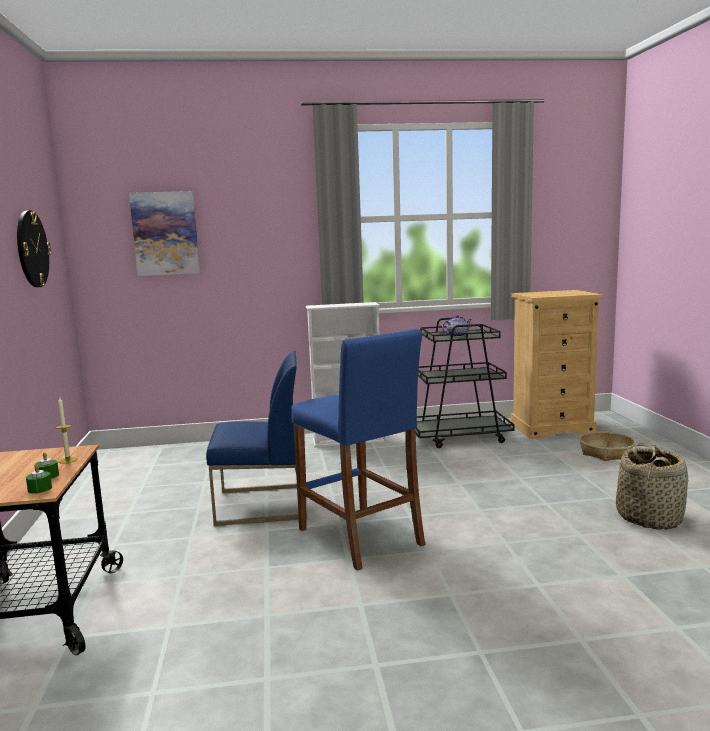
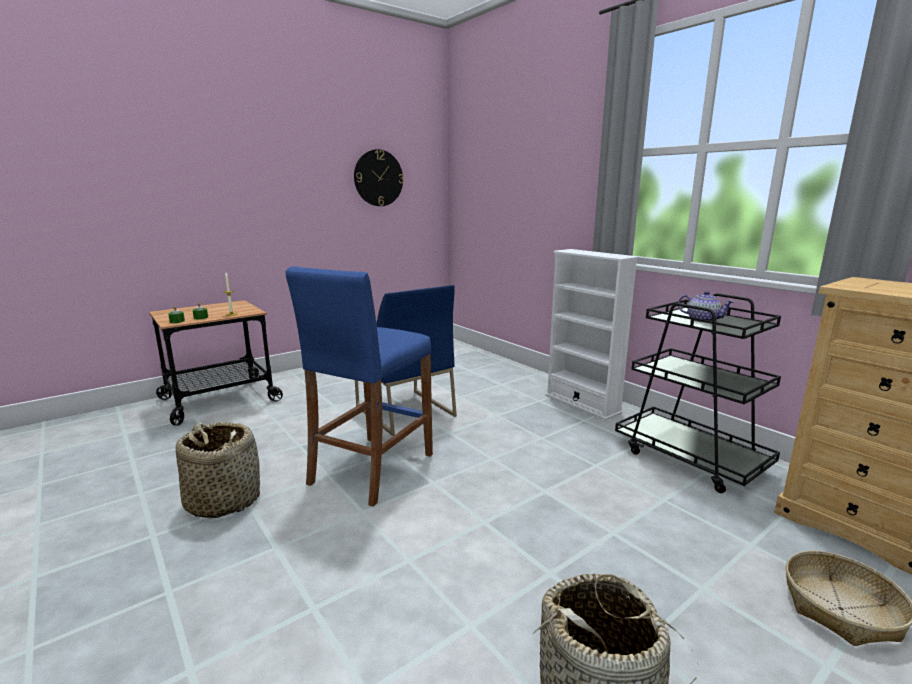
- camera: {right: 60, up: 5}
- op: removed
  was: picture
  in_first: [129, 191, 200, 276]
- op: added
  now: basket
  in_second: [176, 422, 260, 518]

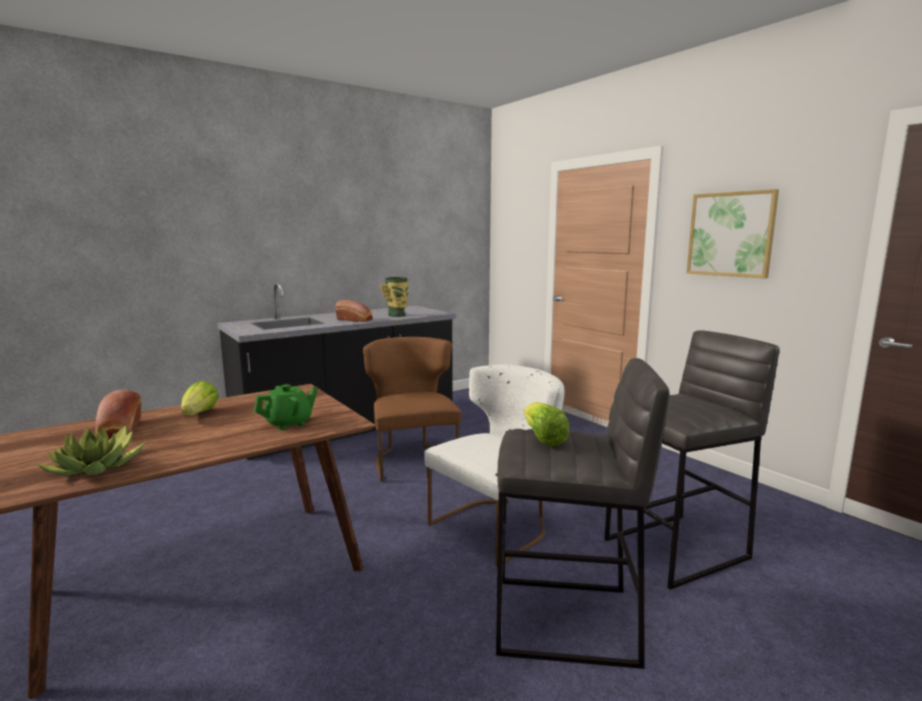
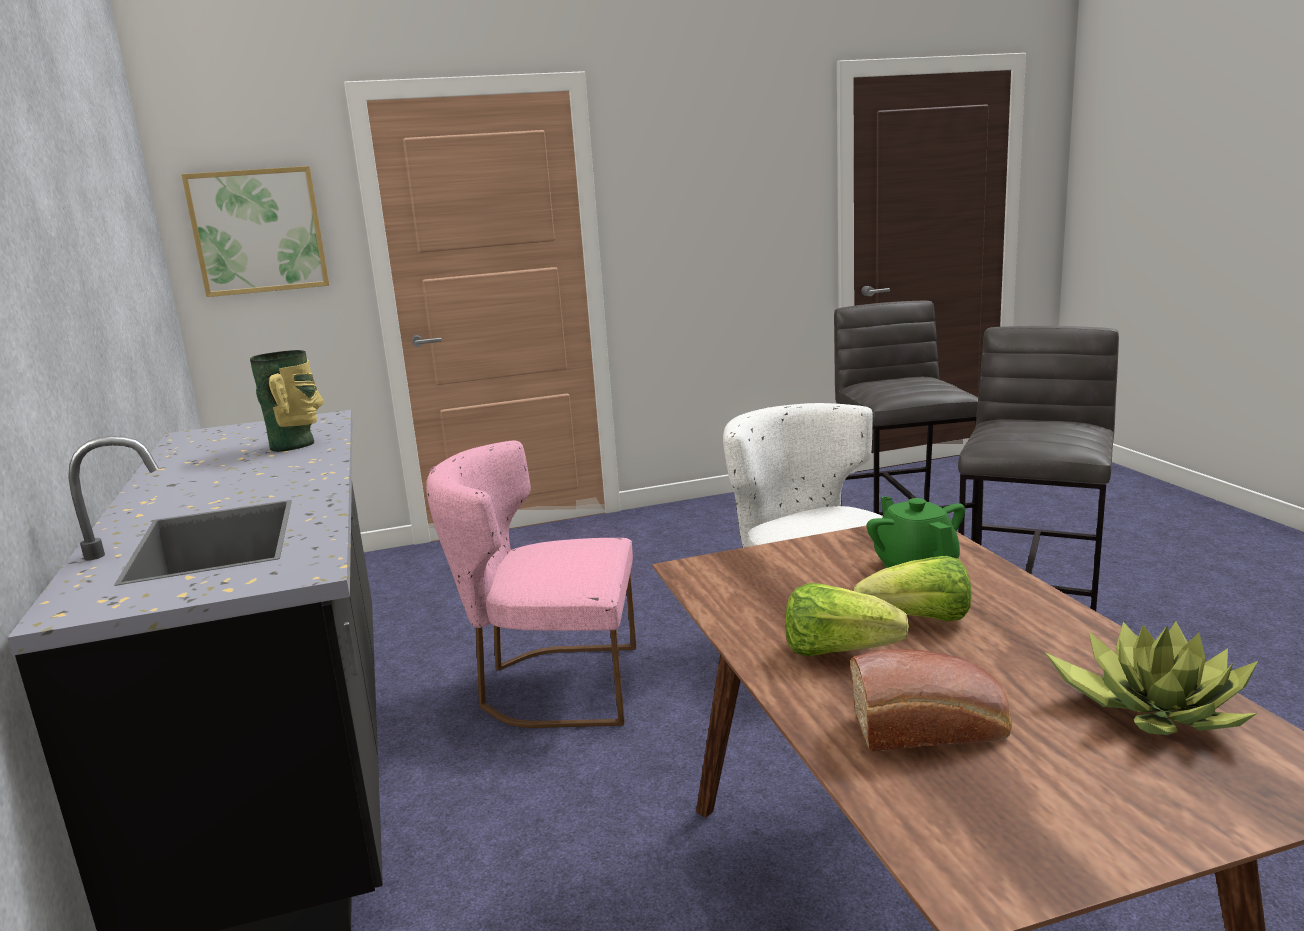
- camera: {right: -70, up: 5}
- op: moved
  was: picture
  in_first: [687, 189, 779, 278]
  in_second: [181, 166, 329, 297]
- op: removed
  was: bakery_bread
  in_first: [335, 300, 373, 322]
- op: recoloured
  was: brownish_chair
  now: pinkish_chair
  in_first: [363, 337, 462, 482]
  in_second: [426, 441, 637, 728]
- op: moved
  was: head_of_lettuce
  in_first: [524, 402, 569, 446]
  in_second: [854, 556, 971, 621]

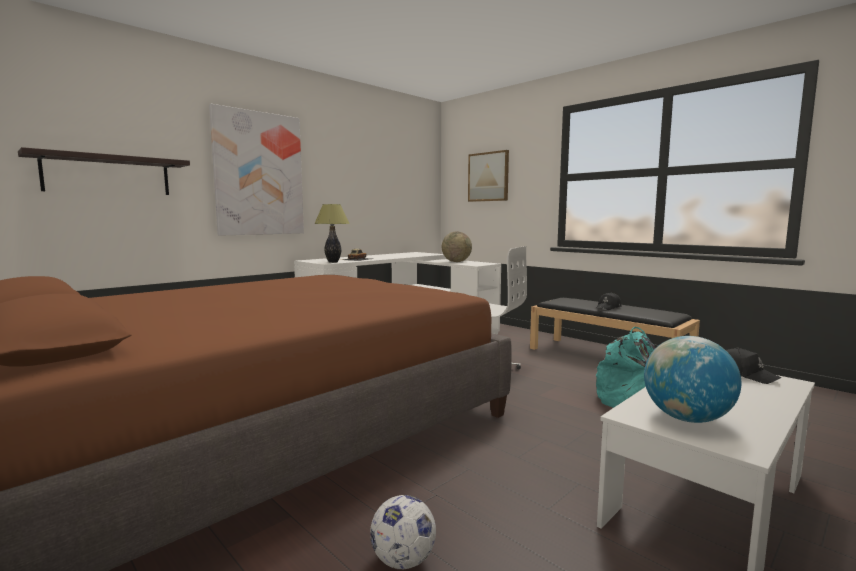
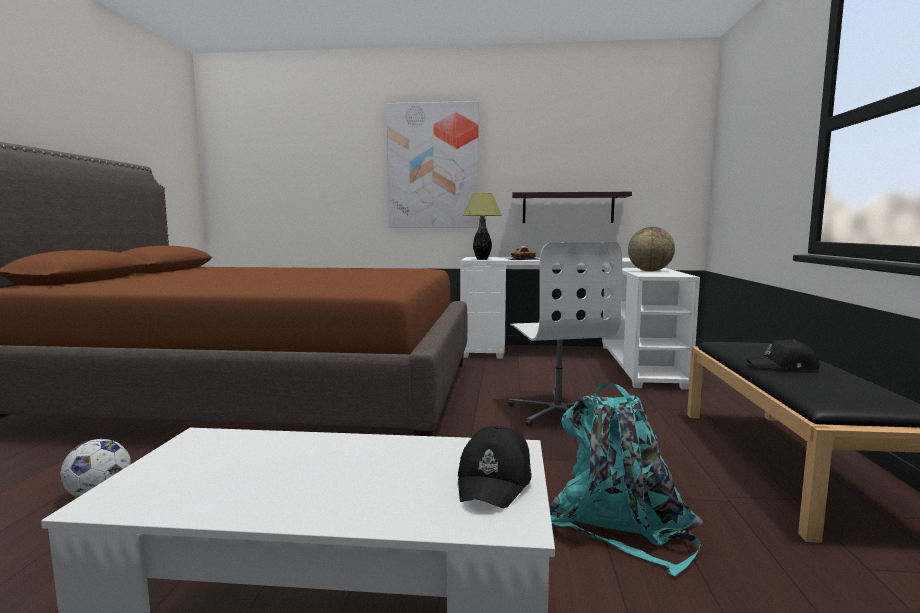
- camera: {right: 50, up: 0}
- op: moved
  was: bracket_shelf
  in_first: [18, 147, 190, 195]
  in_second: [512, 192, 632, 223]
- op: removed
  was: picture
  in_first: [468, 150, 509, 202]
- op: removed
  was: globe
  in_first: [644, 336, 741, 423]

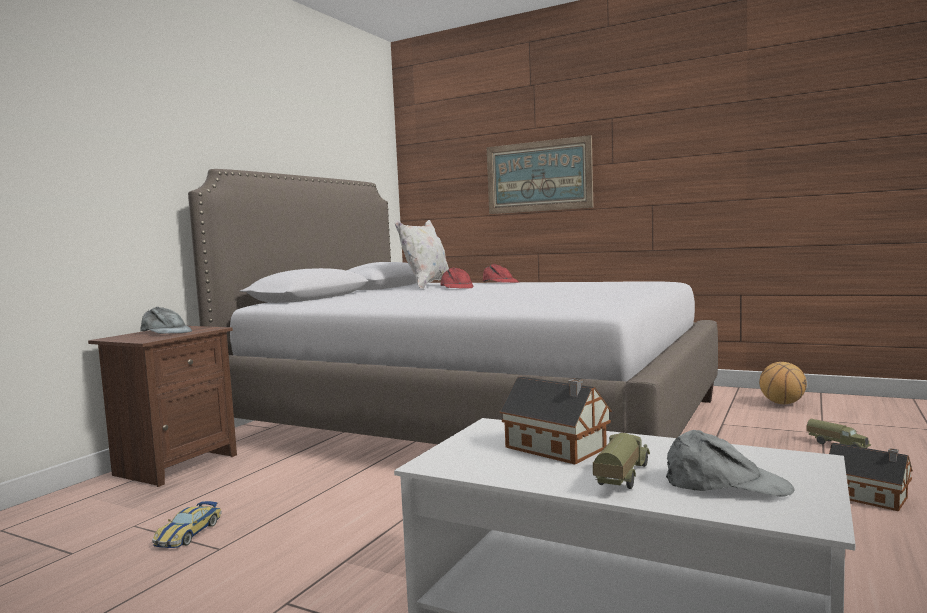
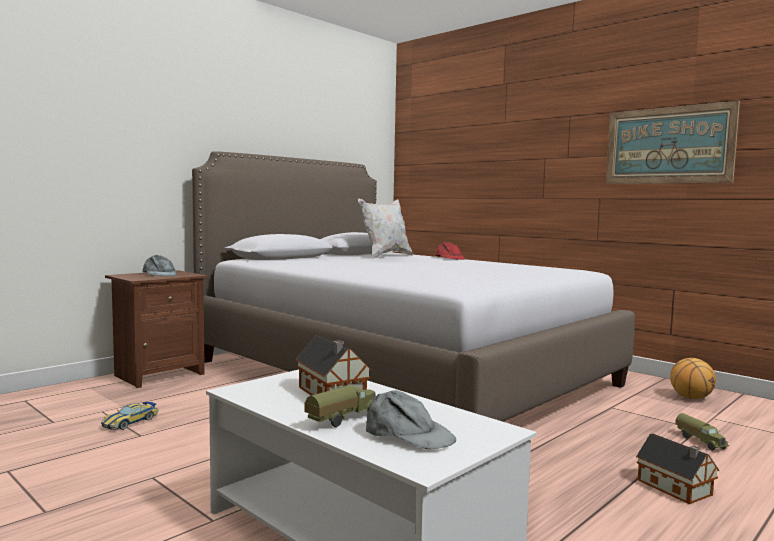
- camera: {right: 15, up: 0}
- op: moved
  was: picture
  in_first: [487, 135, 593, 214]
  in_second: [606, 101, 740, 184]
- op: removed
  was: reddish_cap
  in_first: [440, 267, 473, 289]

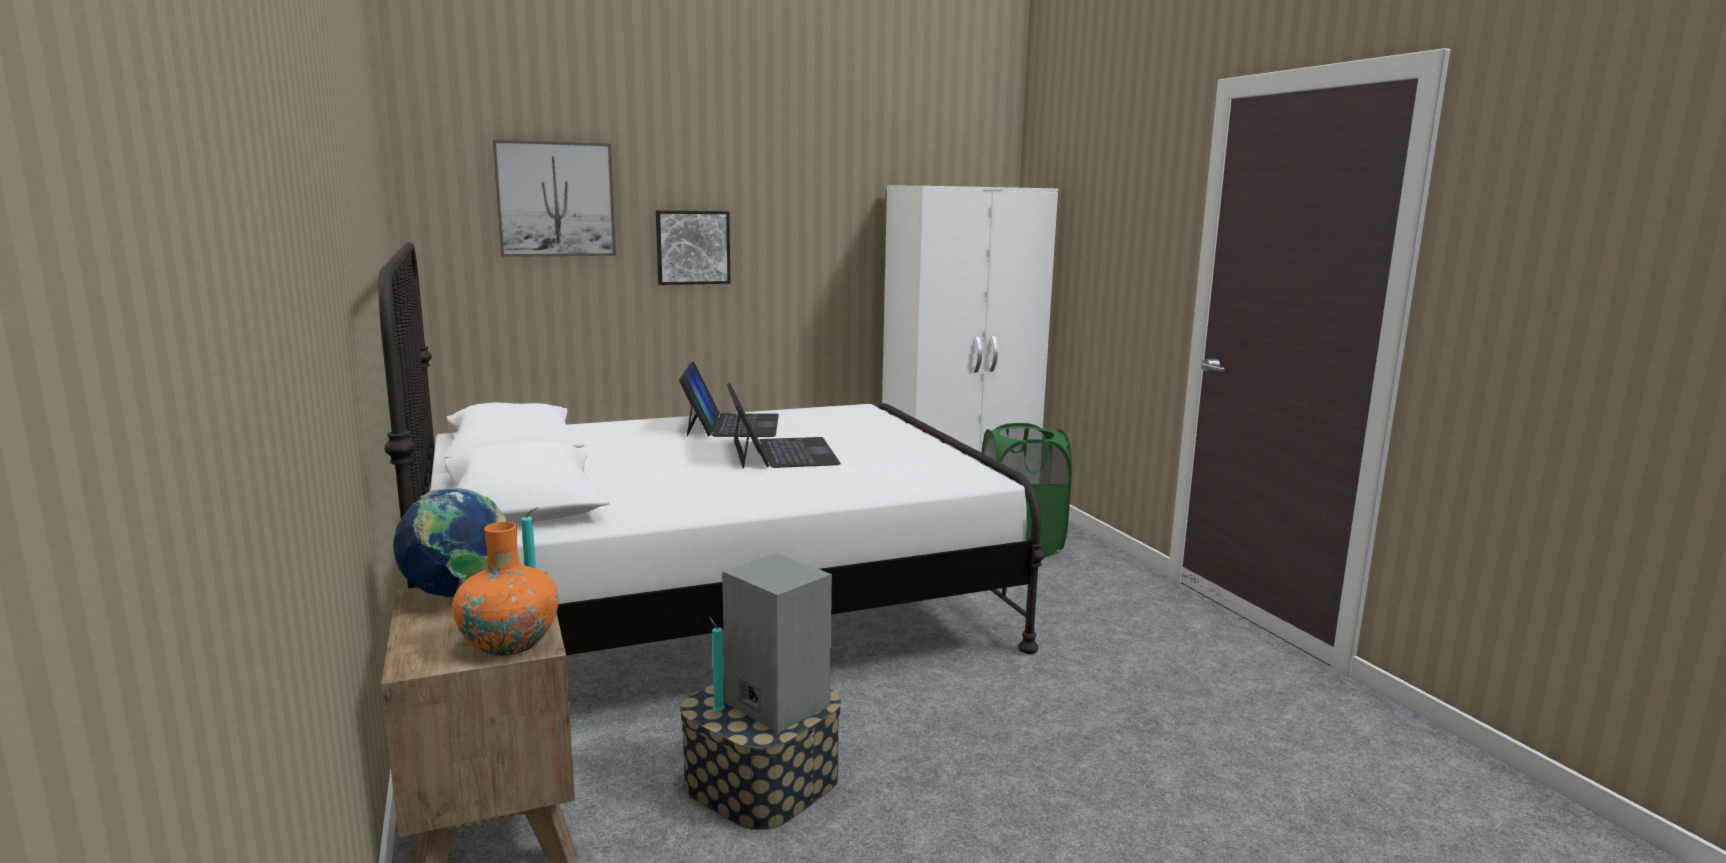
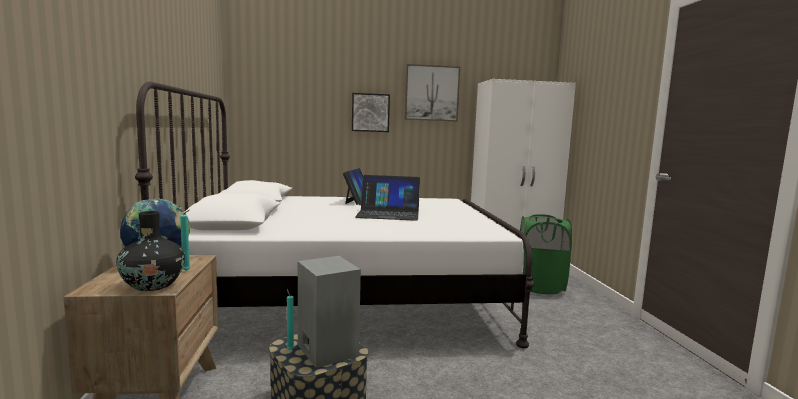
- camera: {right: 15, up: -5}
- op: moved
  was: picture
  in_first: [493, 140, 616, 257]
  in_second: [405, 64, 460, 121]
- op: turned
  was: notebook_computer
  in_first: [727, 383, 841, 469]
  in_second: [355, 175, 420, 221]
  clockwise: 90
- op: recoloured
  was: orange-coloured_flower_vase
  now: blackish_flower_vase
  in_first: [452, 522, 558, 655]
  in_second: [116, 211, 185, 291]

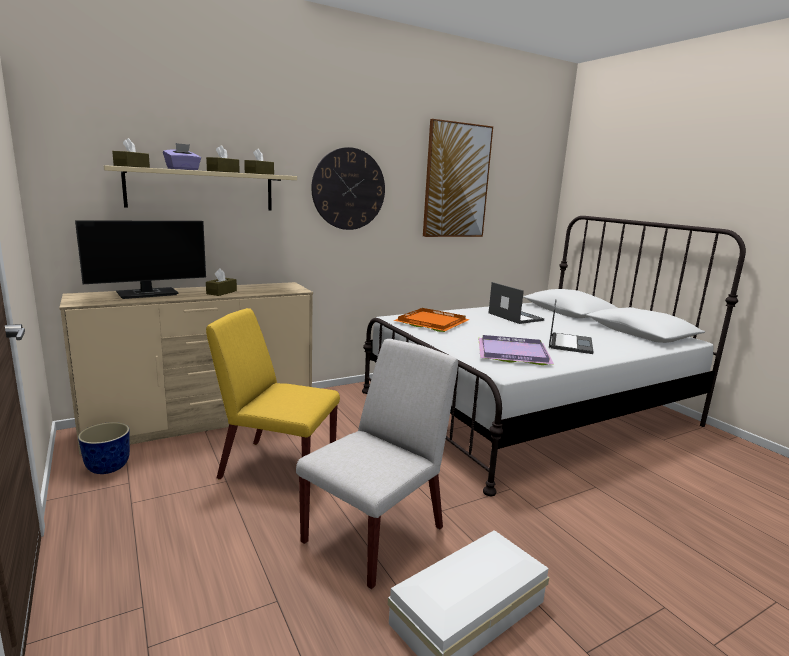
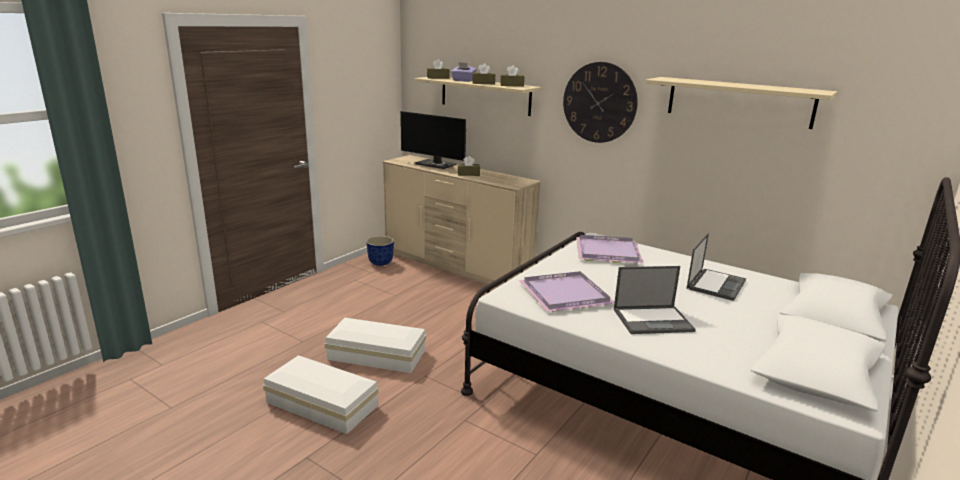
- camera: {right: 65, up: 5}
- op: replaced
  was: picture
  now: beige_bracket_shelf
  in_first: [423, 119, 493, 237]
  in_second: [645, 77, 838, 129]
- op: removed
  was: yellow_chair
  in_first: [206, 308, 340, 480]
- op: recoloured
  was: orange-coloured_carrying_tray
  now: purple_carrying_tray
  in_first: [393, 308, 470, 332]
  in_second: [576, 235, 643, 263]
- op: replaced
  was: whitish_chair
  now: whitish_storage_bin
  in_first: [296, 339, 458, 589]
  in_second: [325, 318, 426, 373]

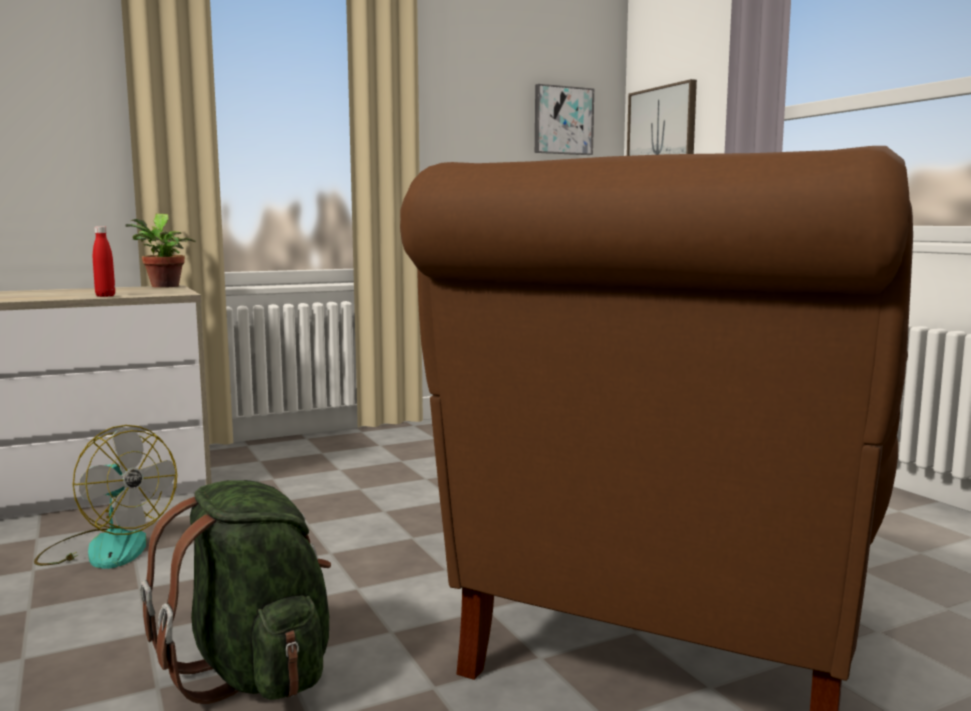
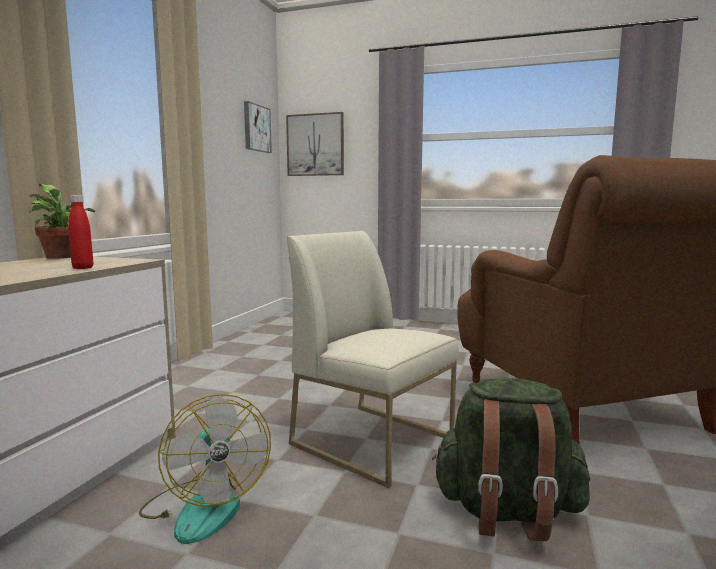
- camera: {right: -45, up: 0}
- op: turned
  was: electric_fan
  in_first: [34, 425, 177, 569]
  in_second: [139, 394, 271, 544]
  clockwise: 75
- op: added
  now: whitish_chair
  in_second: [287, 231, 459, 488]

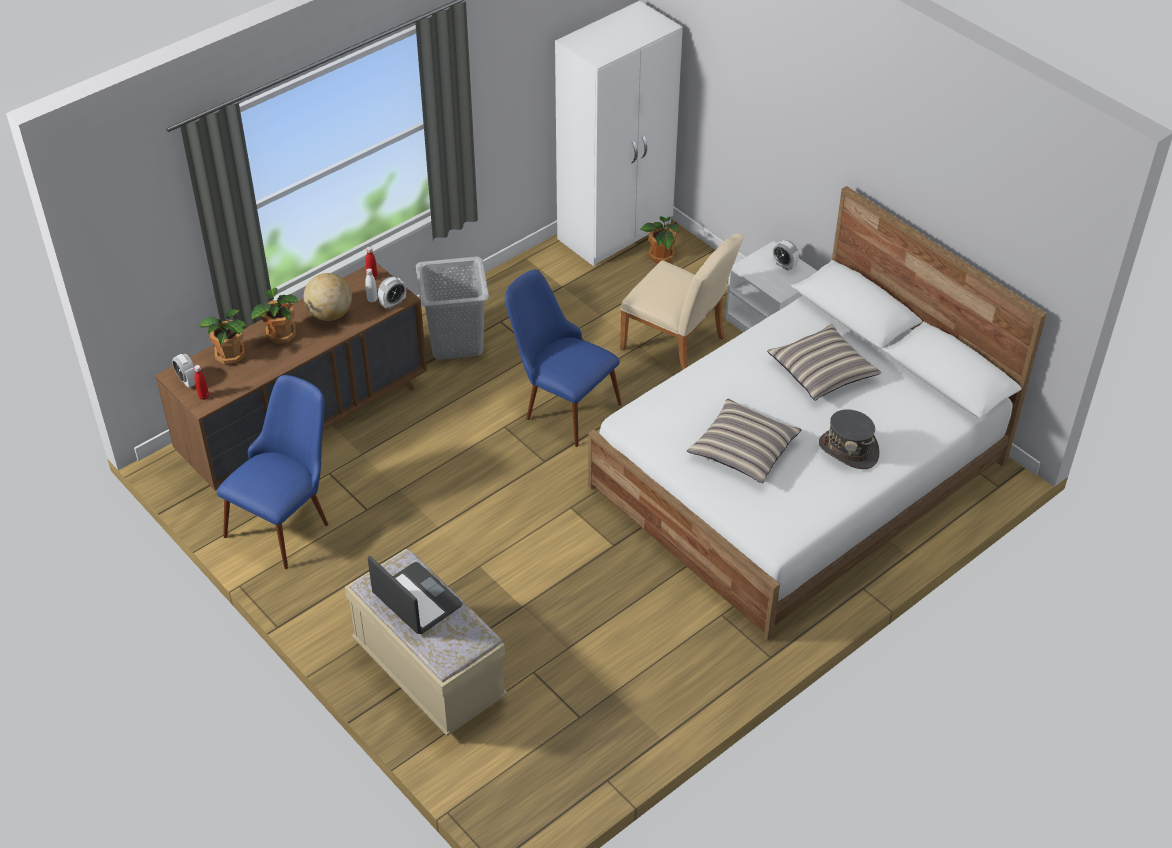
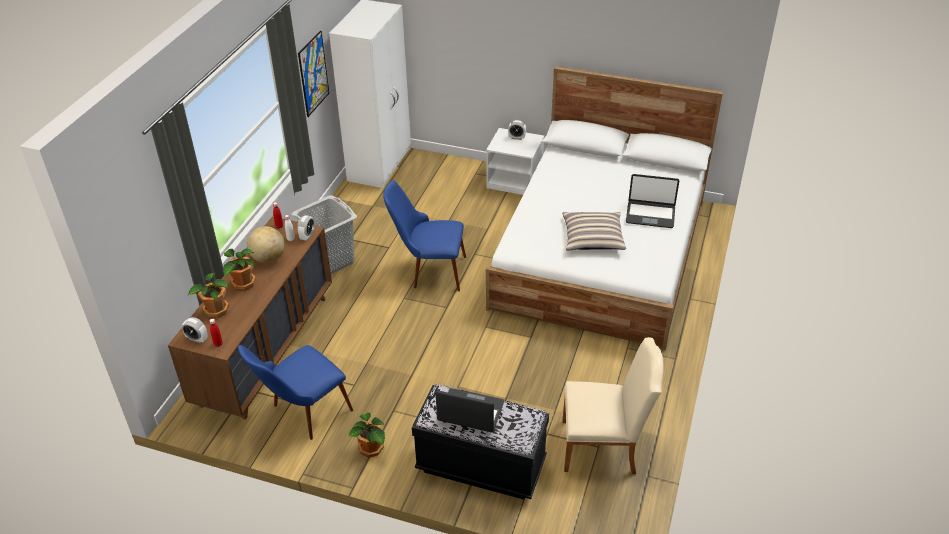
- camera: {right: -30, up: -5}
- op: moved
  was: houseplant
  in_first: [640, 216, 679, 263]
  in_second: [348, 412, 385, 458]
- op: moved
  was: beige_chair
  in_first: [620, 233, 744, 370]
  in_second: [562, 337, 664, 474]
- op: removed
  was: pillow
  in_first: [767, 324, 882, 401]
- op: turned
  was: blue_chair
  in_first: [217, 375, 328, 569]
  in_second: [238, 345, 353, 440]
  clockwise: -135
- op: replaced
  was: gray_wearable_hat
  now: notebook_computer
  in_first: [819, 409, 880, 469]
  in_second: [626, 174, 679, 228]
- op: recoloured
  was: beige_indoor_bench
  now: blackish_indoor_bench
  in_first: [345, 549, 507, 736]
  in_second: [412, 384, 549, 500]
- op: added
  now: picture
  in_second: [298, 31, 329, 117]

